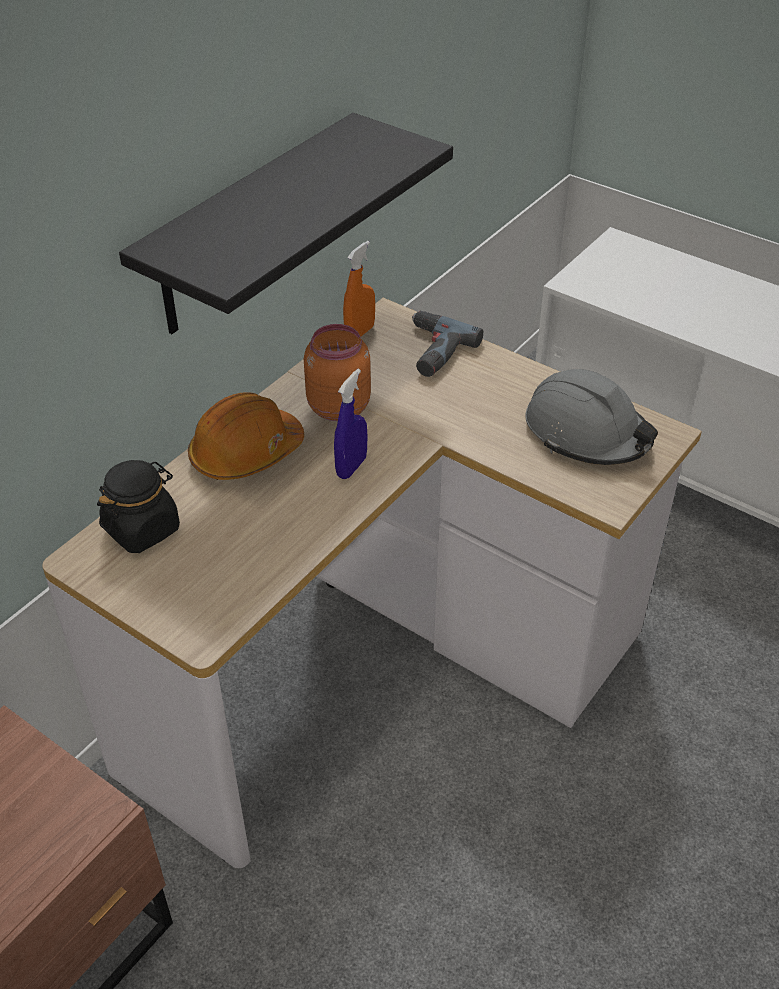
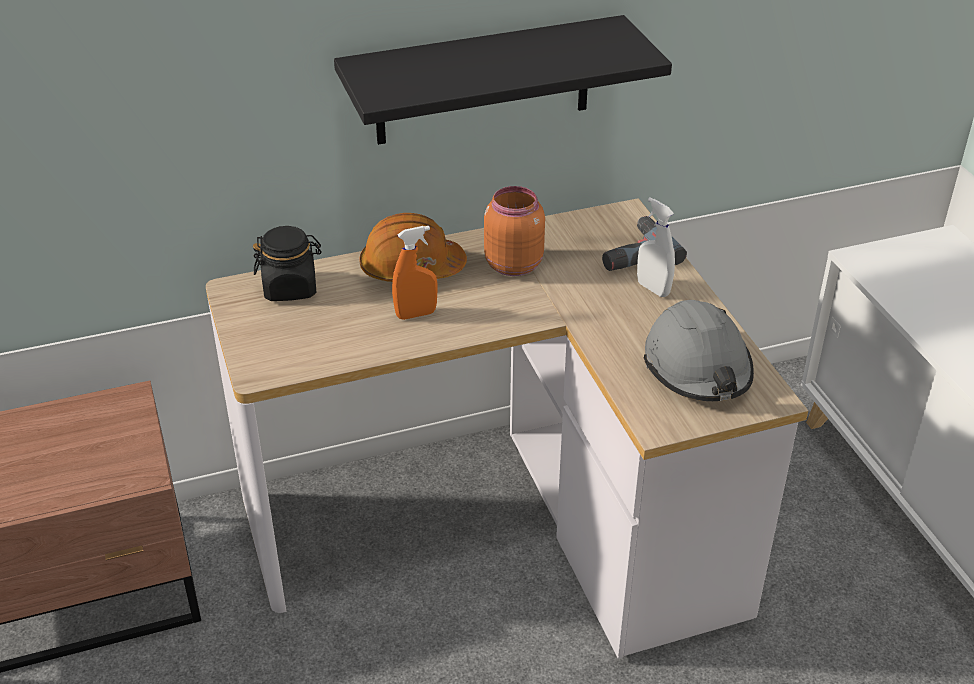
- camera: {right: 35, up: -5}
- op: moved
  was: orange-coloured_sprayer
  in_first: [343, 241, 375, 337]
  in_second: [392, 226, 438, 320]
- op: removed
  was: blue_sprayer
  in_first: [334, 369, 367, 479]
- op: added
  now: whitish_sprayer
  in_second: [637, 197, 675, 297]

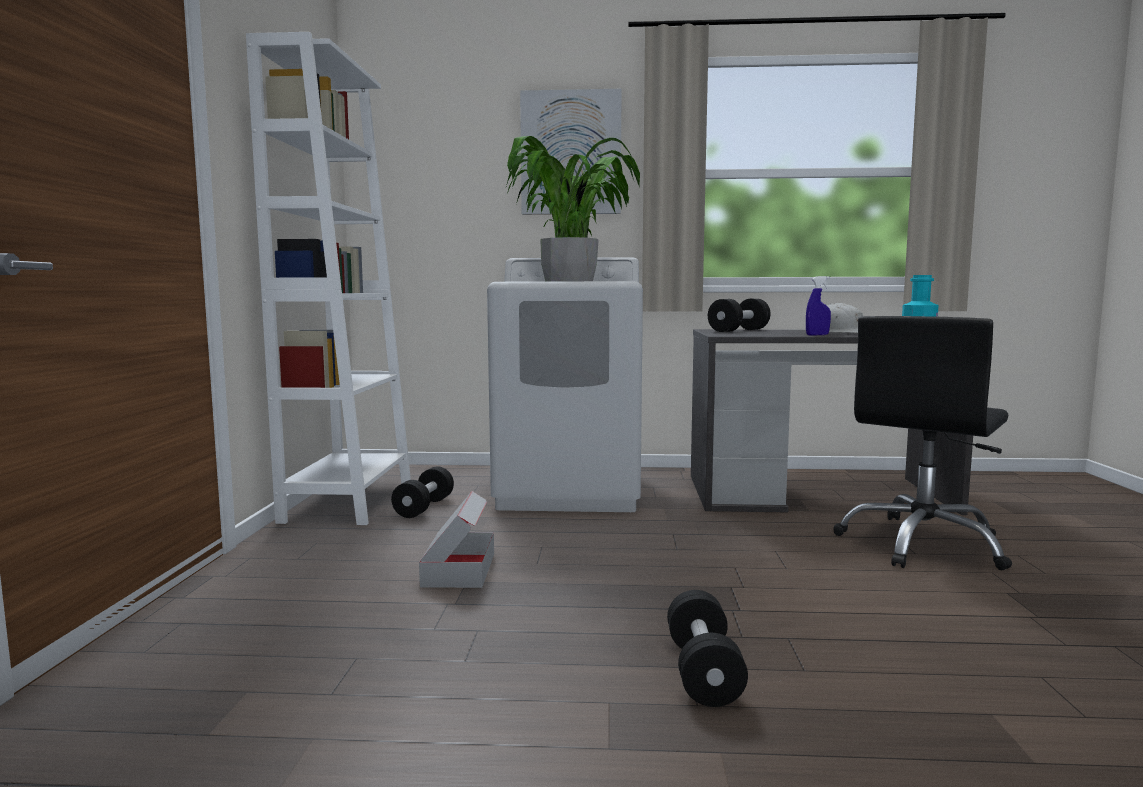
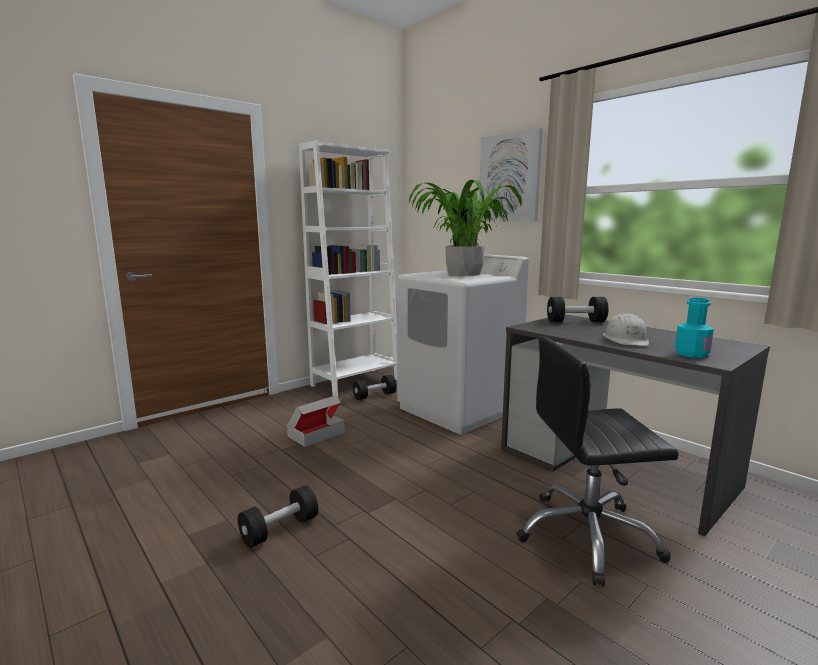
- camera: {right: 45, up: 5}
- op: removed
  was: blue_sprayer
  in_first: [806, 276, 831, 335]

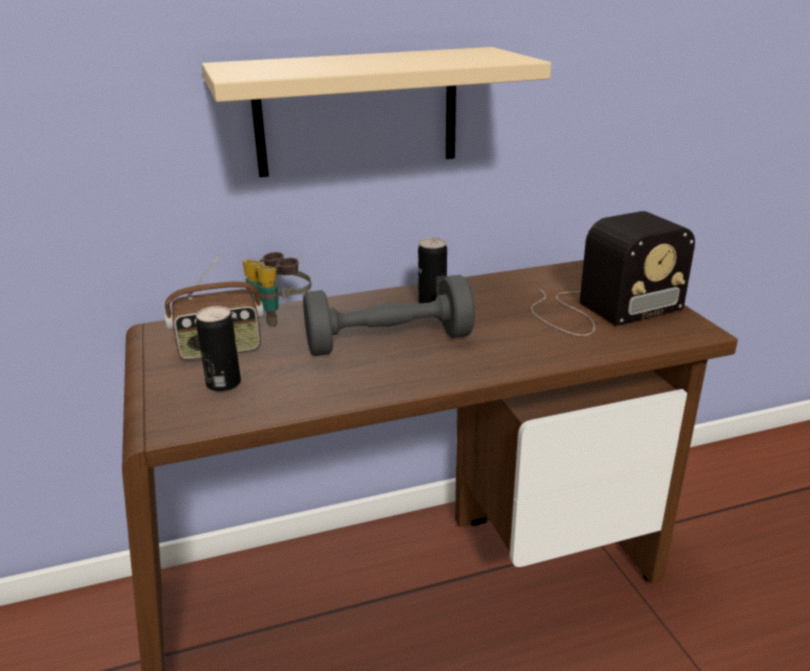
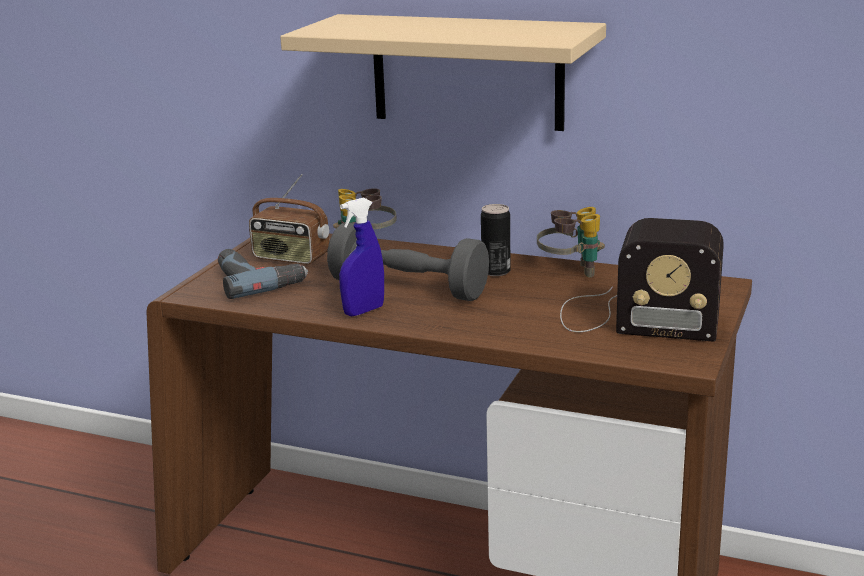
- camera: {right: 40, up: -5}
- op: replaced
  was: can
  now: electric_drill
  in_first: [196, 306, 241, 392]
  in_second: [218, 249, 308, 299]
- op: added
  now: blue_sprayer
  in_second: [339, 198, 384, 316]
- op: added
  now: binoculars
  in_second: [537, 207, 605, 277]

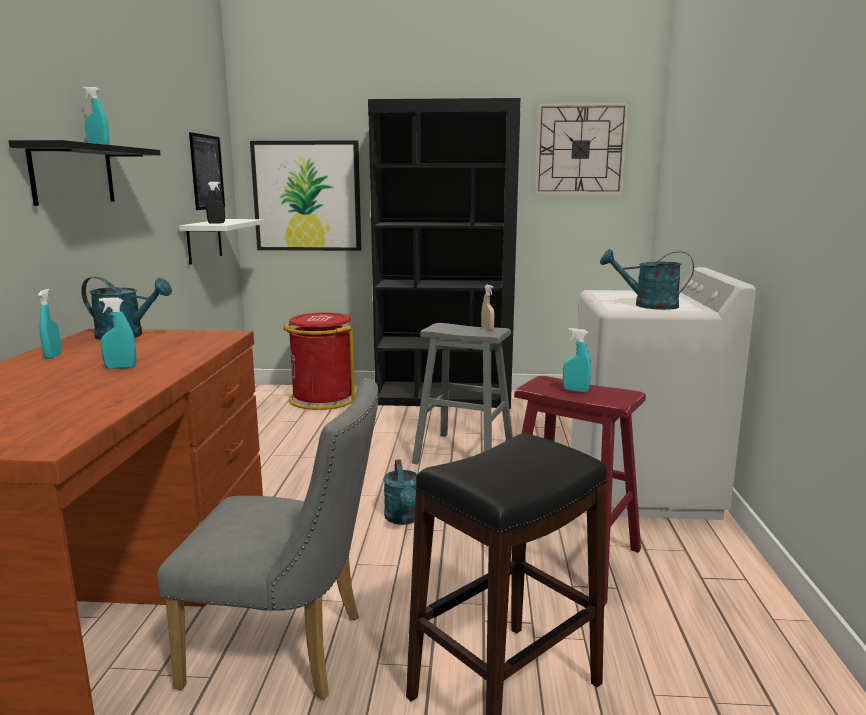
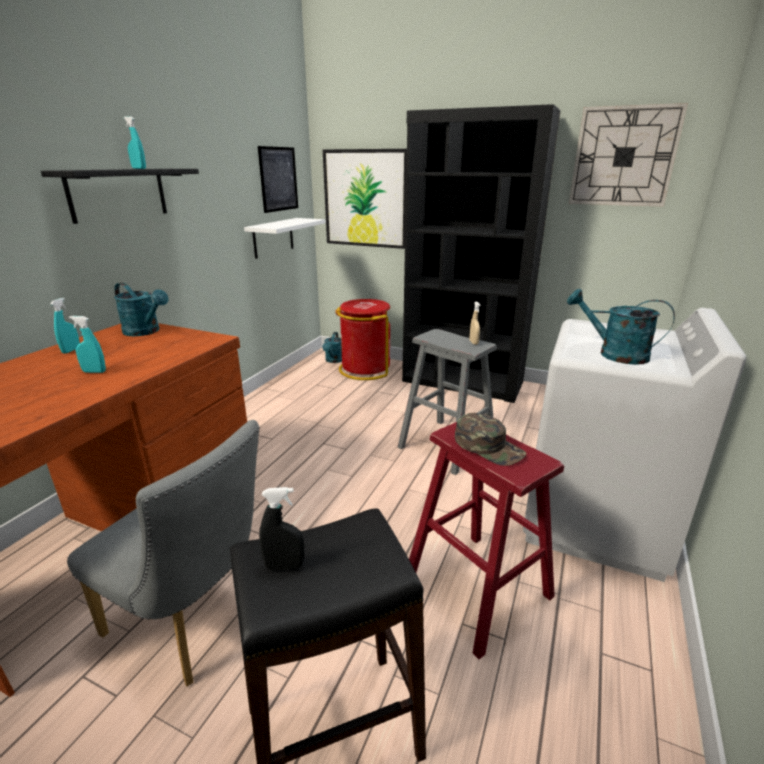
- camera: {right: 20, up: 10}
- op: moved
  was: blackish_sprayer
  in_first: [206, 182, 225, 224]
  in_second: [259, 487, 305, 570]
- op: replaced
  was: turquoise-coloured_sprayer
  now: green-coloured_cap
  in_first: [563, 328, 591, 392]
  in_second: [455, 413, 526, 466]
- op: moved
  was: turquoise-coloured_sprinkling_can
  in_first: [383, 459, 417, 525]
  in_second: [322, 332, 342, 363]

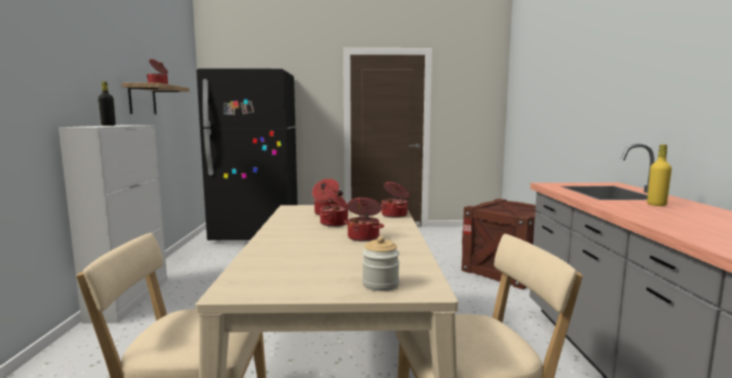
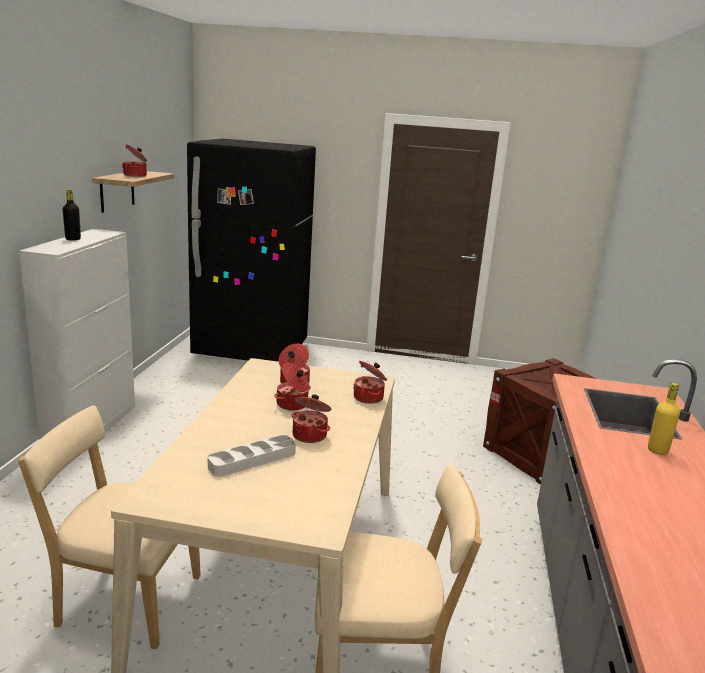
- camera: {right: 10, up: 10}
- op: removed
  was: jar
  in_first: [362, 236, 400, 291]
- op: added
  now: gray_carrying_tray
  in_second: [208, 435, 296, 477]

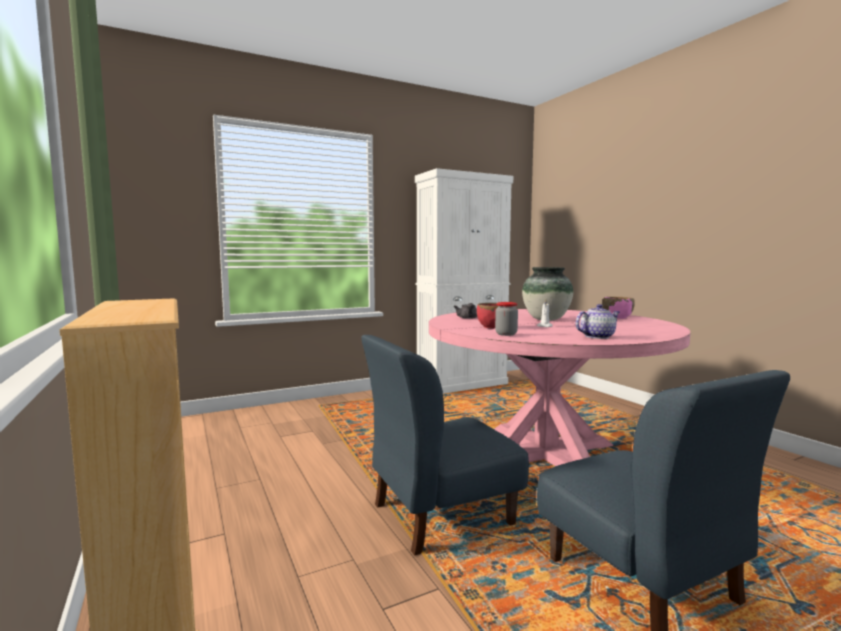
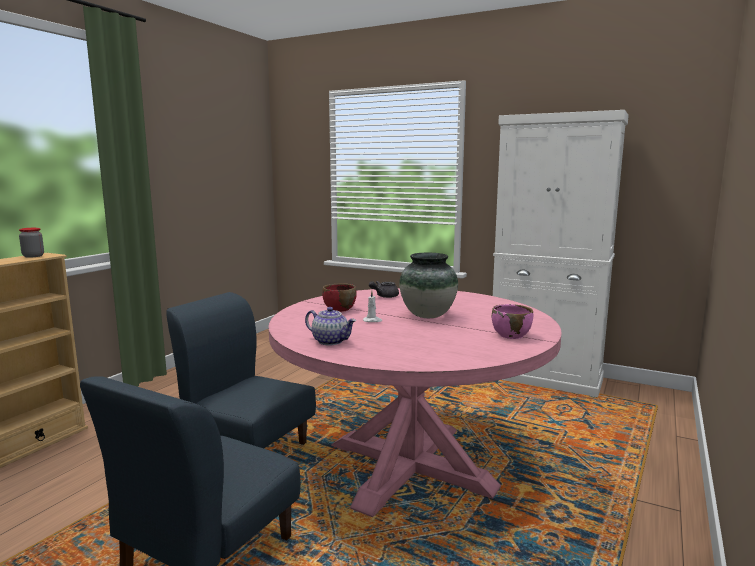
- camera: {right: 55, up: 5}
- op: moved
  was: jar
  in_first: [495, 302, 518, 336]
  in_second: [19, 228, 44, 258]

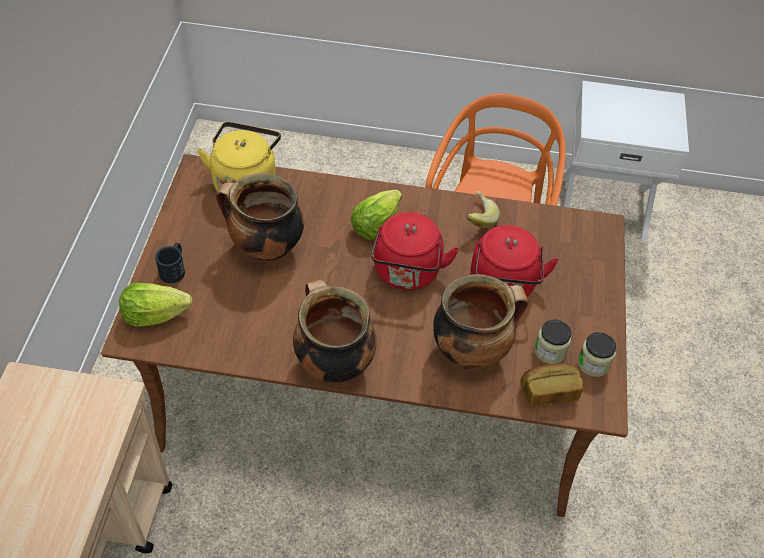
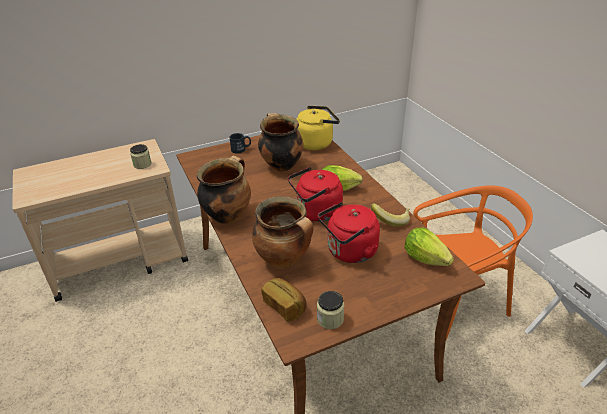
- camera: {right: 60, up: -15}
- op: moved
  was: head_of_lettuce
  in_first: [119, 283, 193, 327]
  in_second: [405, 227, 454, 266]
- op: moved
  was: jar
  in_first: [534, 319, 571, 364]
  in_second: [130, 144, 152, 169]

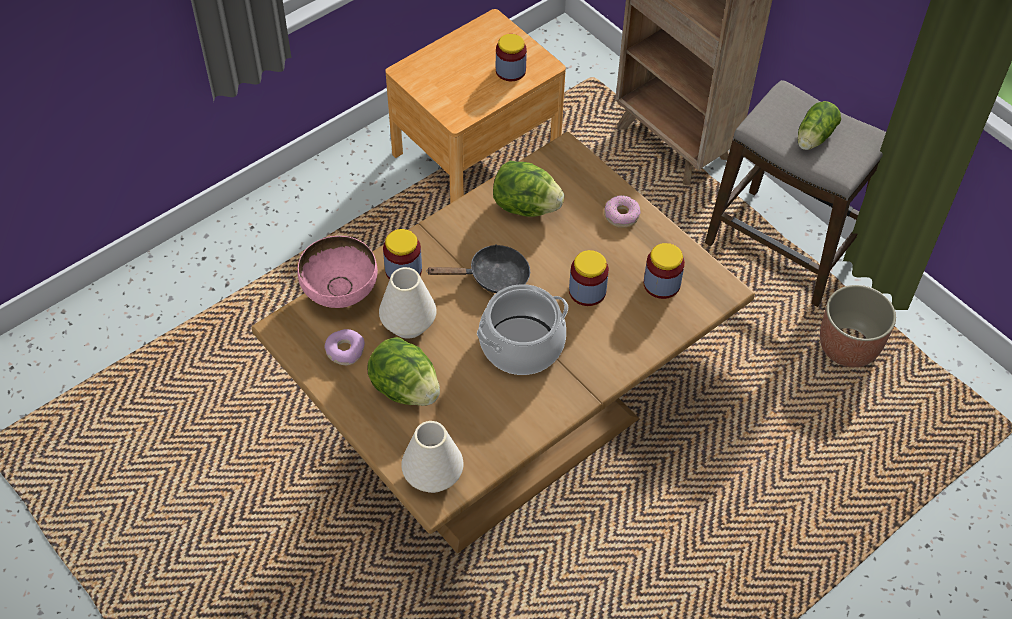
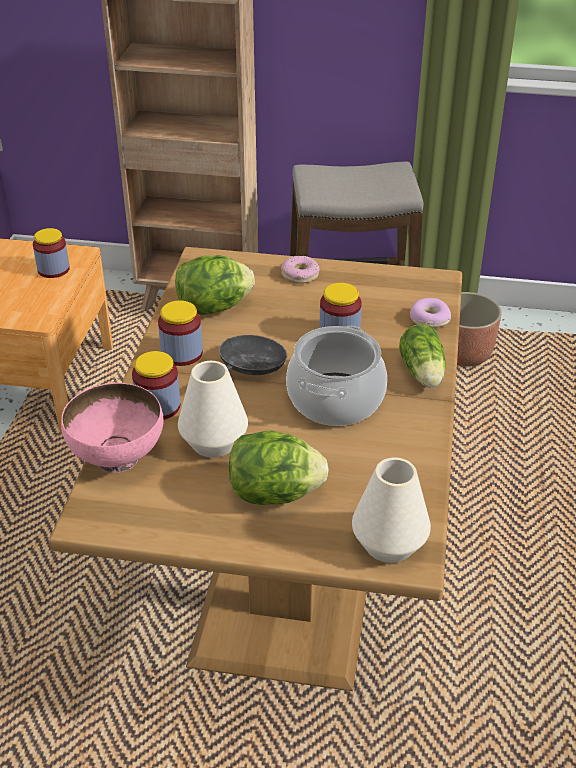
- camera: {right: -40, up: -15}
- op: moved
  was: head_of_lettuce
  in_first: [798, 101, 841, 150]
  in_second: [399, 324, 446, 387]
- op: moved
  was: jar
  in_first: [644, 243, 685, 299]
  in_second: [158, 300, 203, 366]
- op: moved
  was: donut
  in_first: [325, 329, 365, 365]
  in_second: [410, 298, 451, 328]

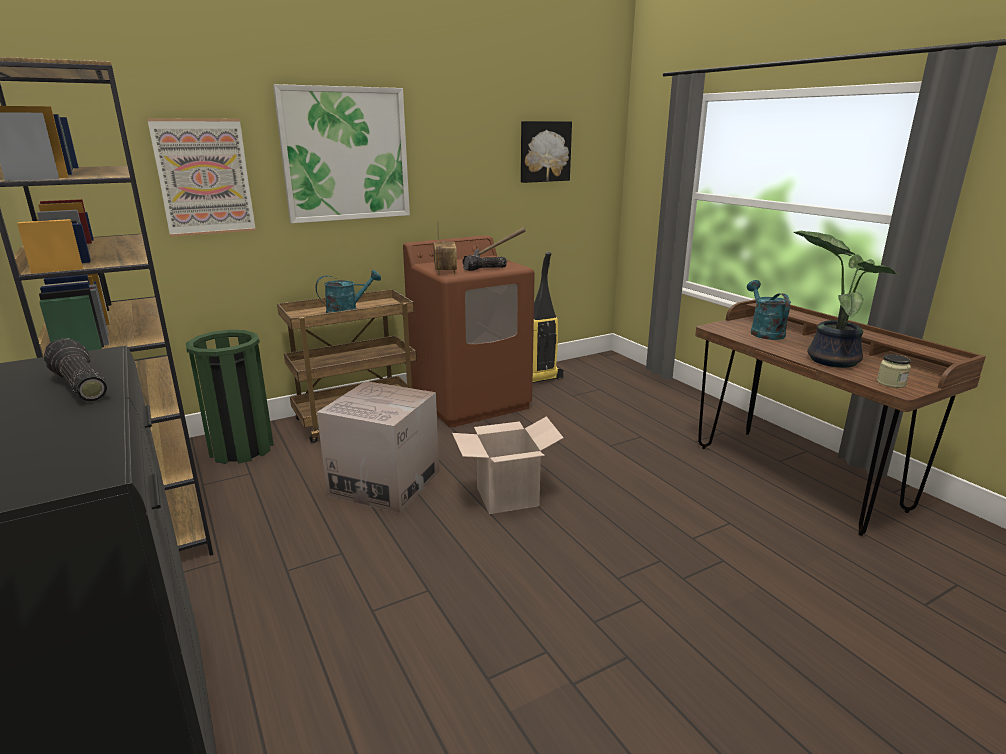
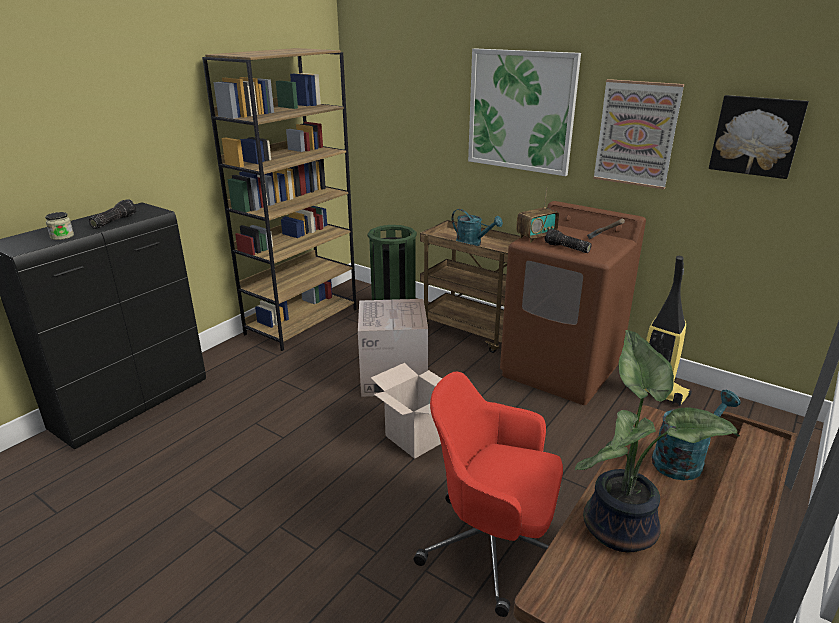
- camera: {right: 65, up: 5}
- op: moved
  was: picture
  in_first: [147, 118, 256, 237]
  in_second: [593, 79, 684, 189]
- op: moved
  was: jar
  in_first: [877, 354, 911, 388]
  in_second: [45, 212, 74, 240]
- op: added
  now: reddish_office_chair
  in_second: [414, 371, 563, 617]

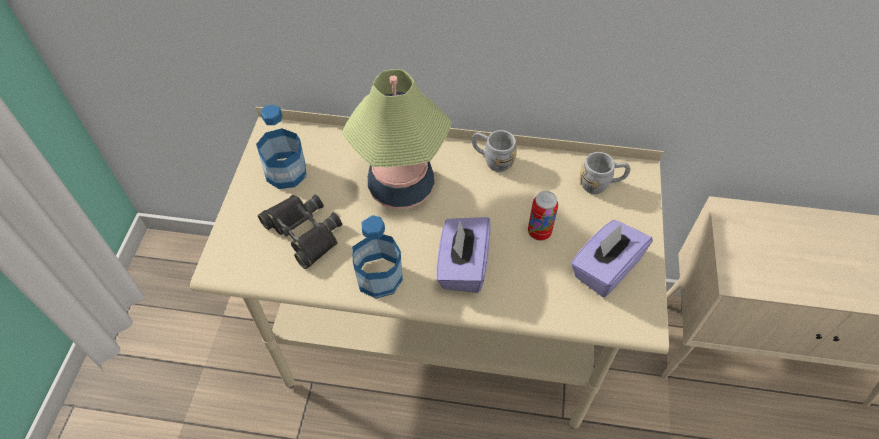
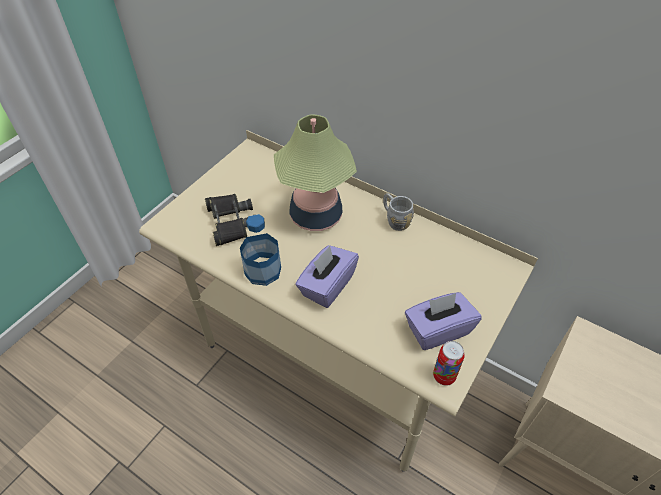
- camera: {right: 25, up: -5}
- op: removed
  was: beverage_bottle
  in_first: [256, 105, 306, 189]
- op: removed
  was: gray_coffee_mug
  in_first: [580, 152, 630, 194]
- op: moved
  was: can
  in_first: [528, 191, 558, 241]
  in_second: [433, 341, 465, 386]

